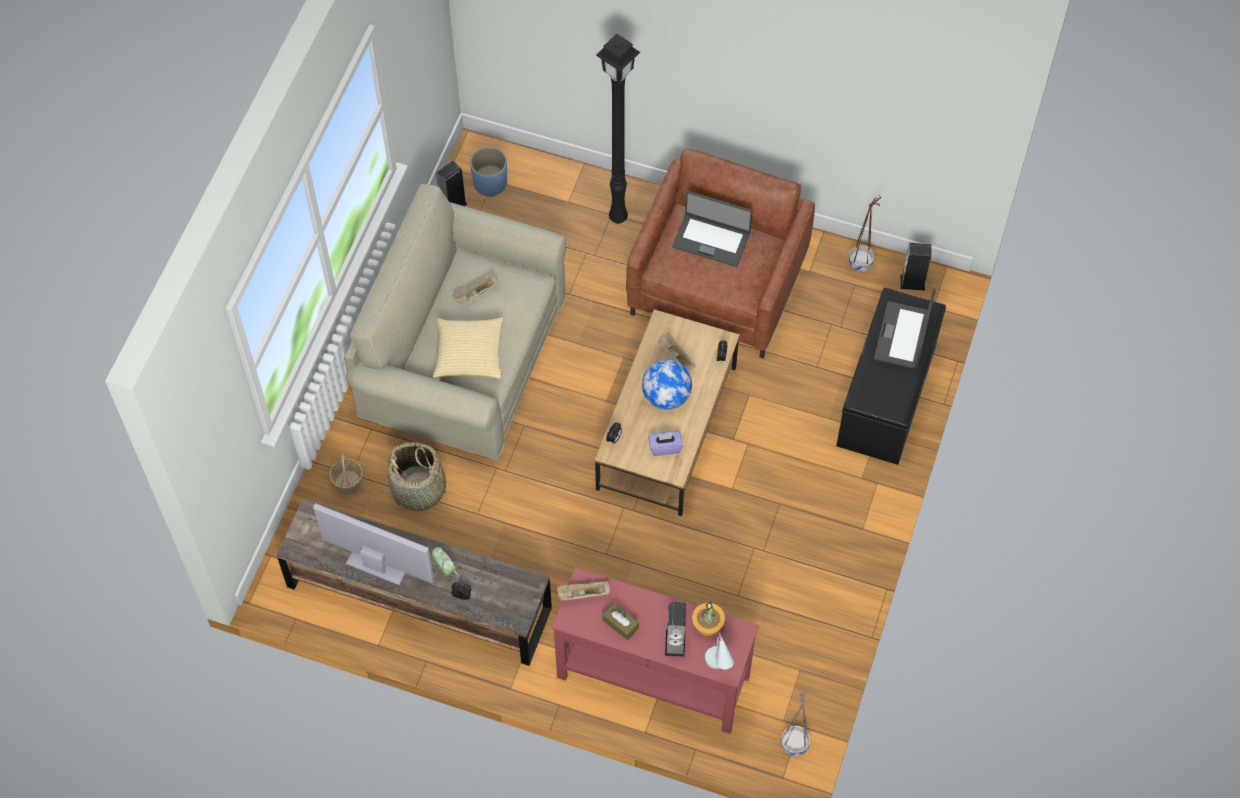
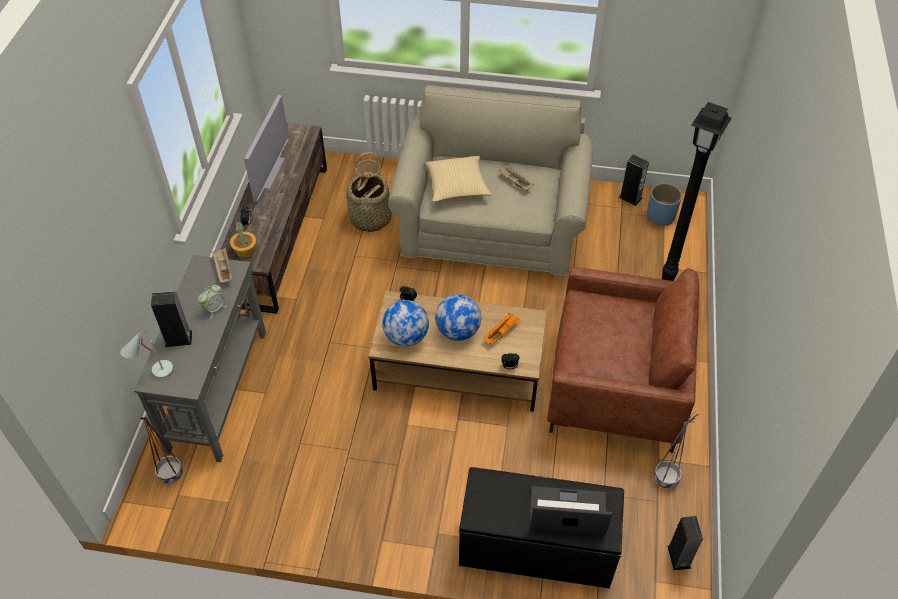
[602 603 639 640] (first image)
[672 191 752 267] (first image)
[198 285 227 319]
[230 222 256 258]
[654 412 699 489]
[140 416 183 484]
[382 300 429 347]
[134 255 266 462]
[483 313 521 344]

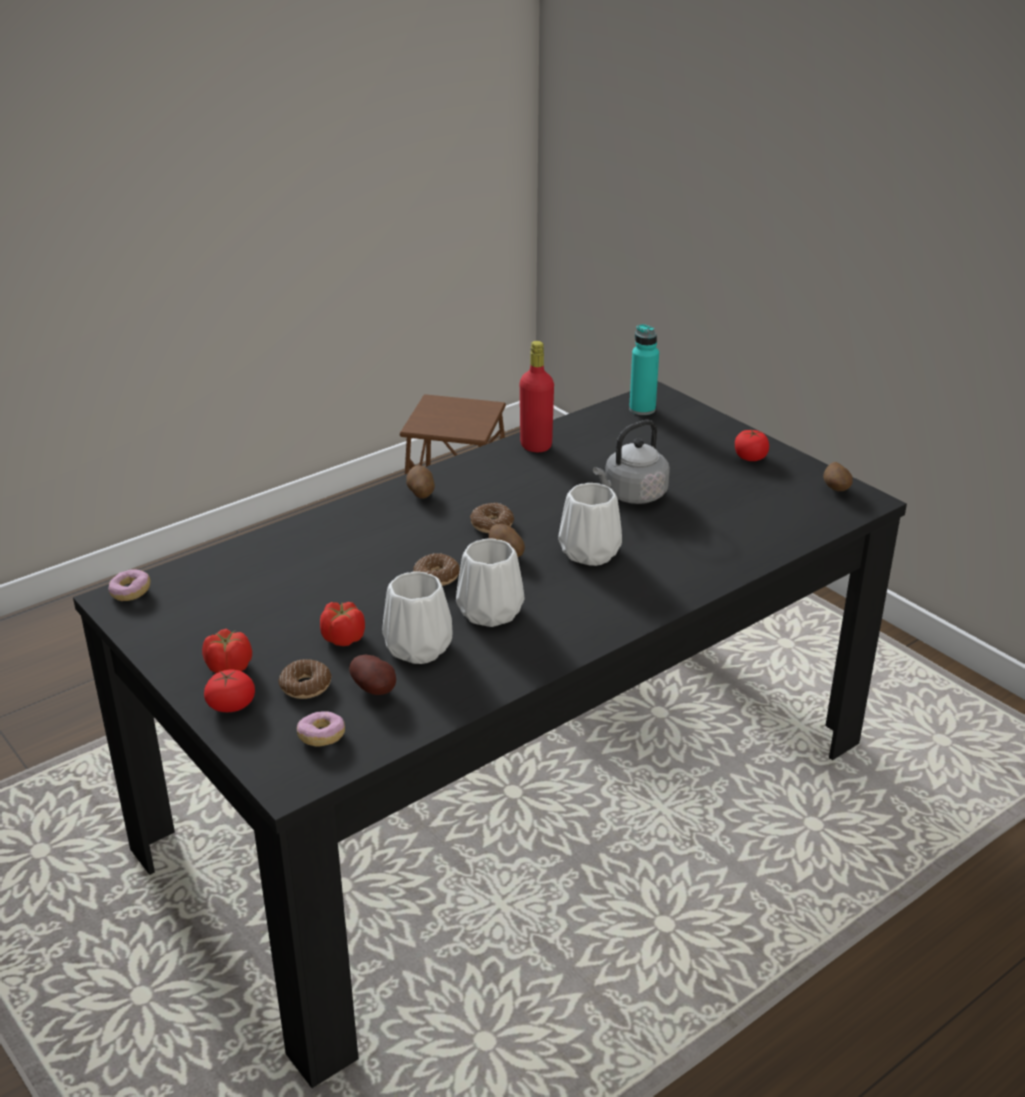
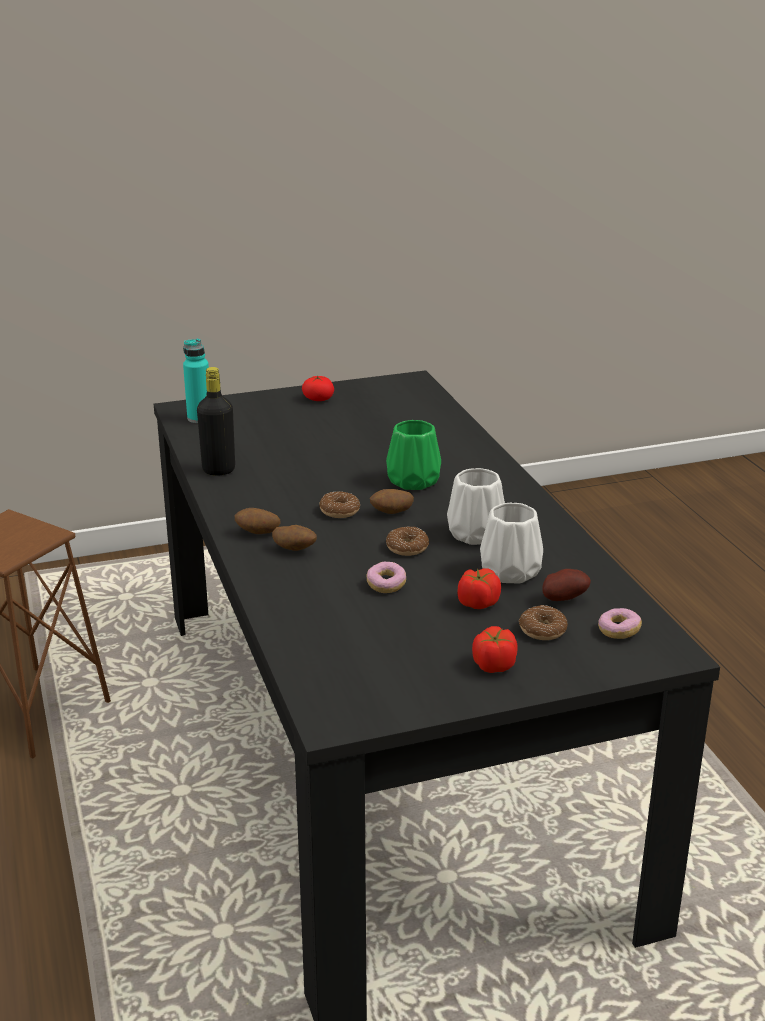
[204 669 255 712] (first image)
[593 420 670 504] (first image)
[367 562 406 593]
[272 525 317 551]
[197 367 235 476]
[386 420 441 490]

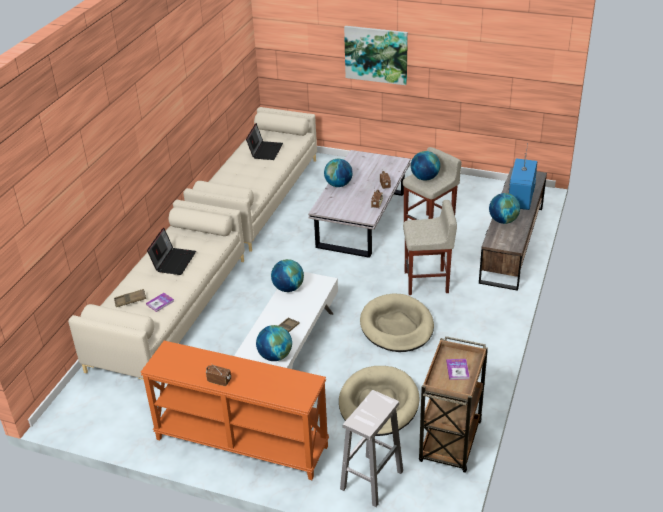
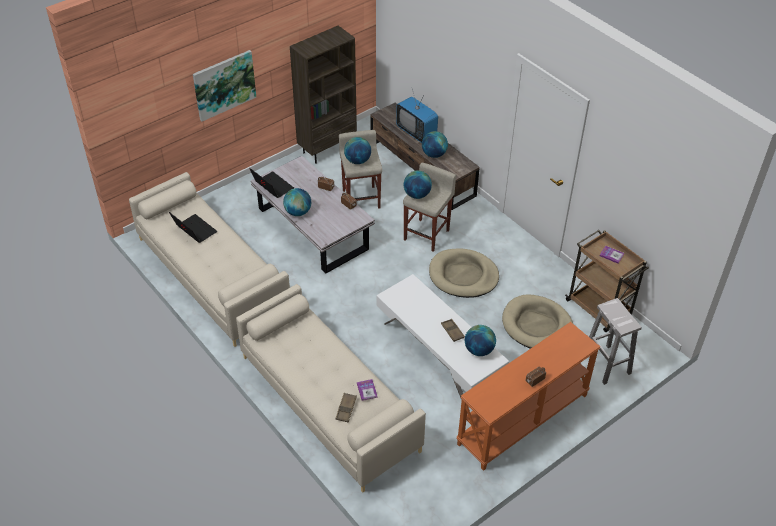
[290 26 357 164]
[249 168 294 198]
[404 170 432 199]

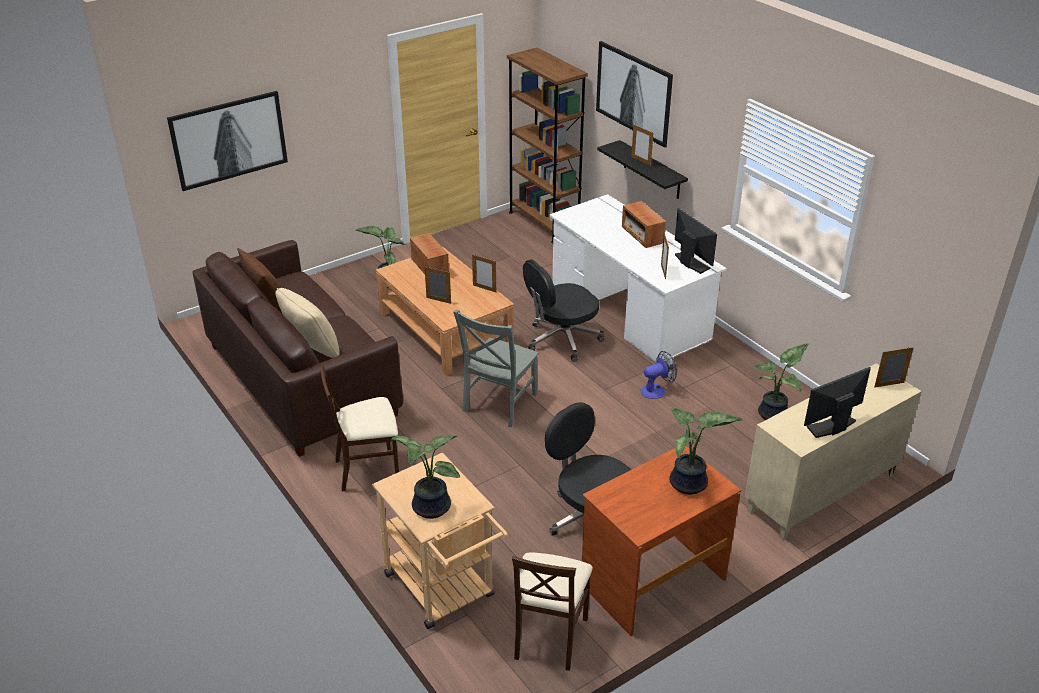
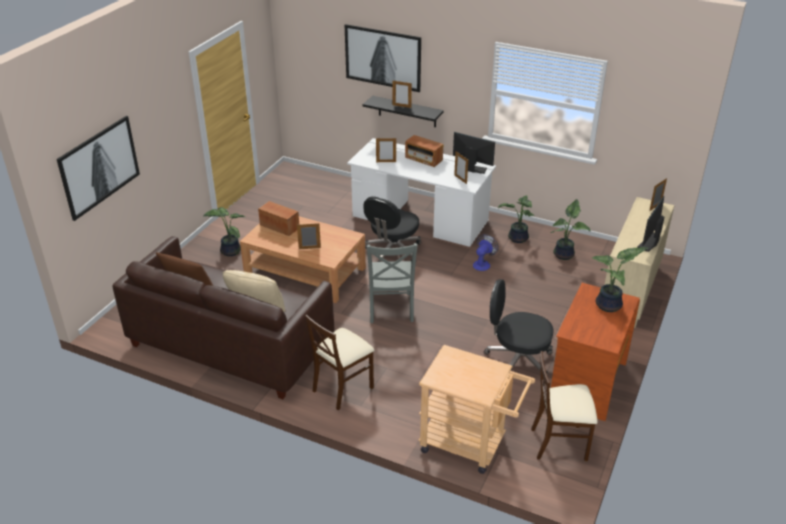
[507 48 588 244] (first image)
[498 195 534 243]
[376 138 396 162]
[531 351 598 462]

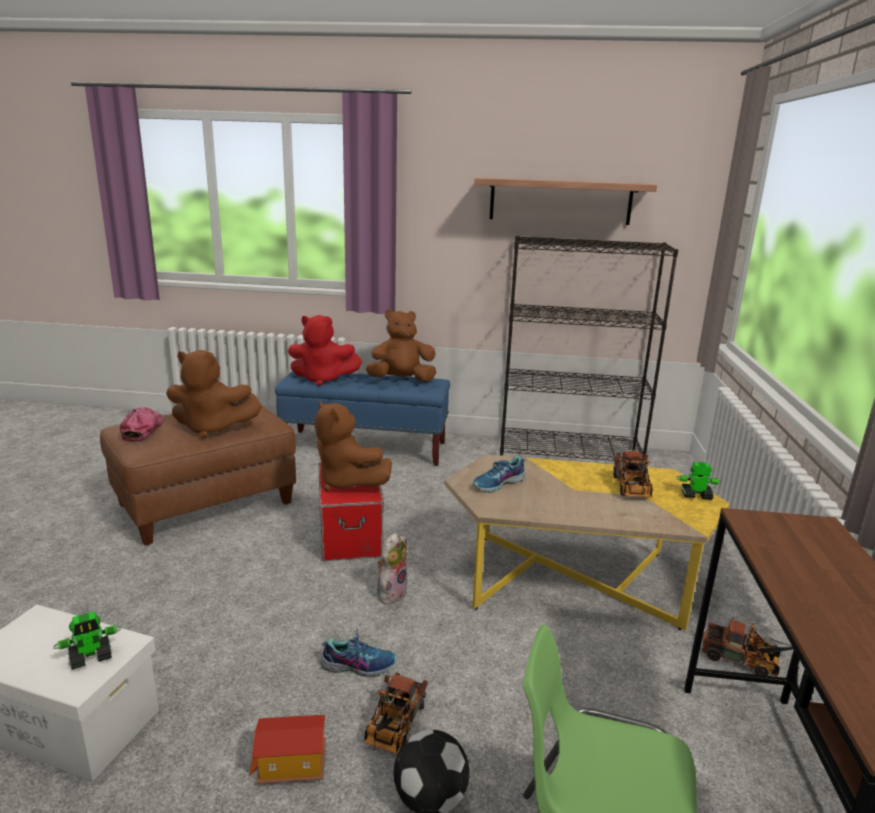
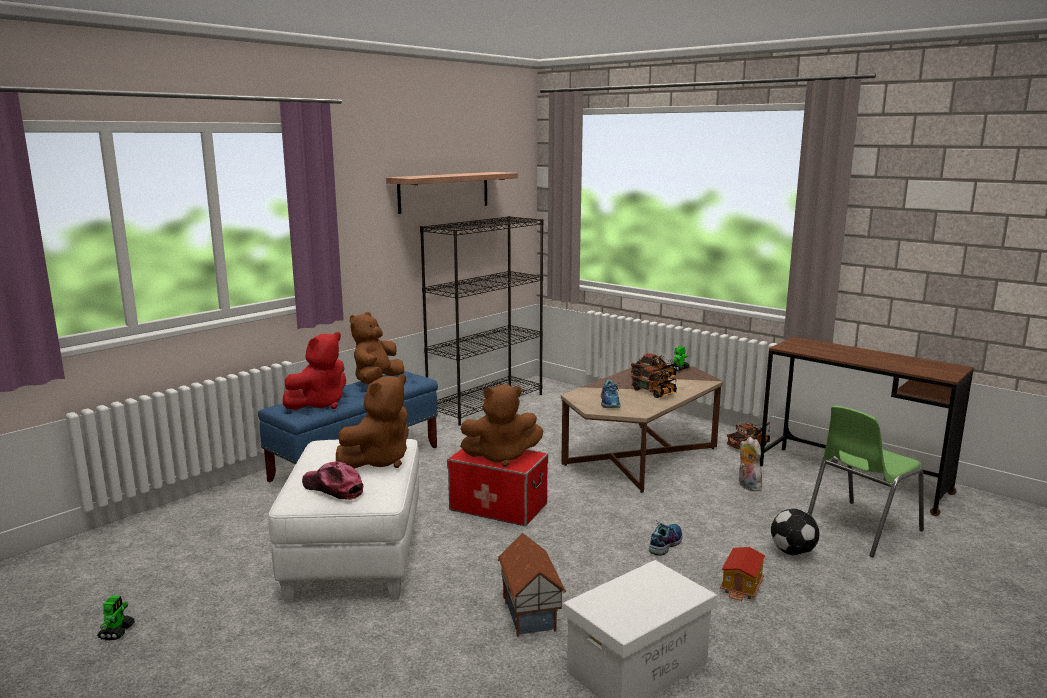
[497 533 566 637]
[97 596 135 640]
[632 366 677 398]
[739 437 762 491]
[269 439 419 603]
[561 366 723 493]

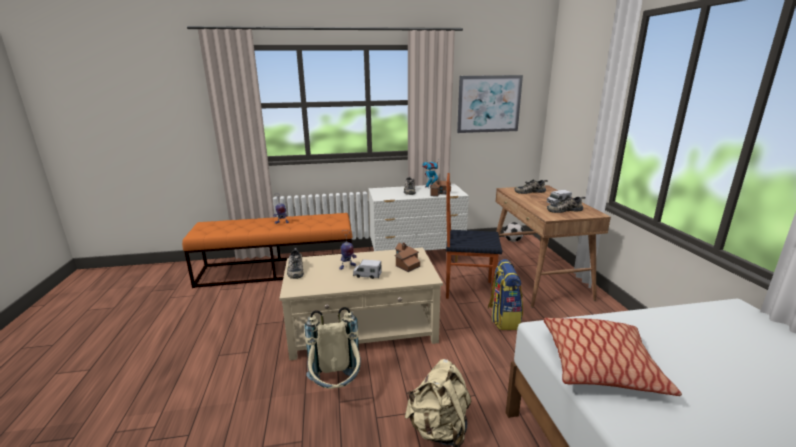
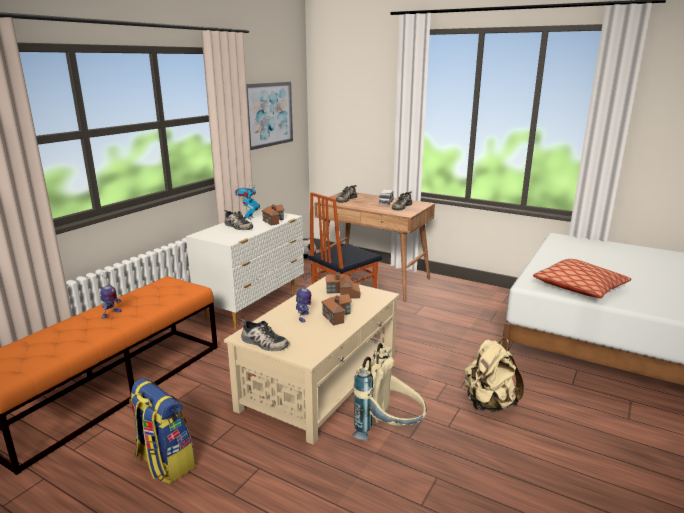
[129 378 195 484]
[321 294 352 325]

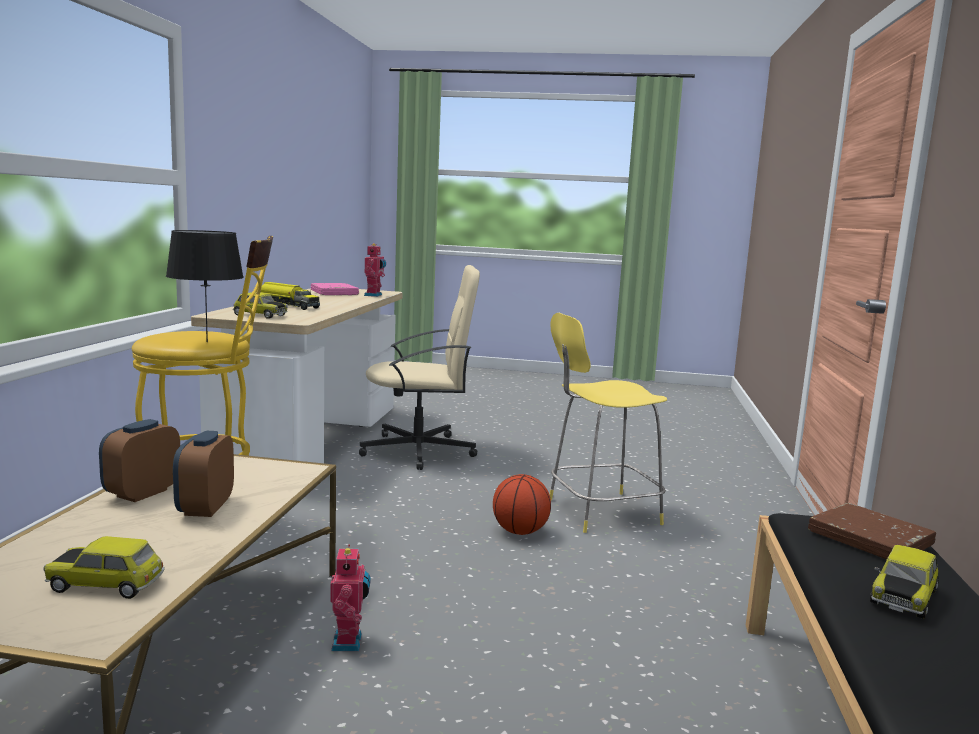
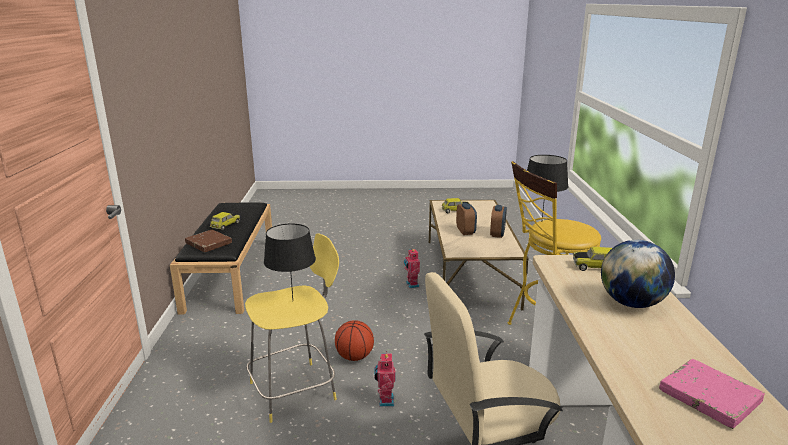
[264 224 316 299]
[374 351 395 407]
[601 240 675 308]

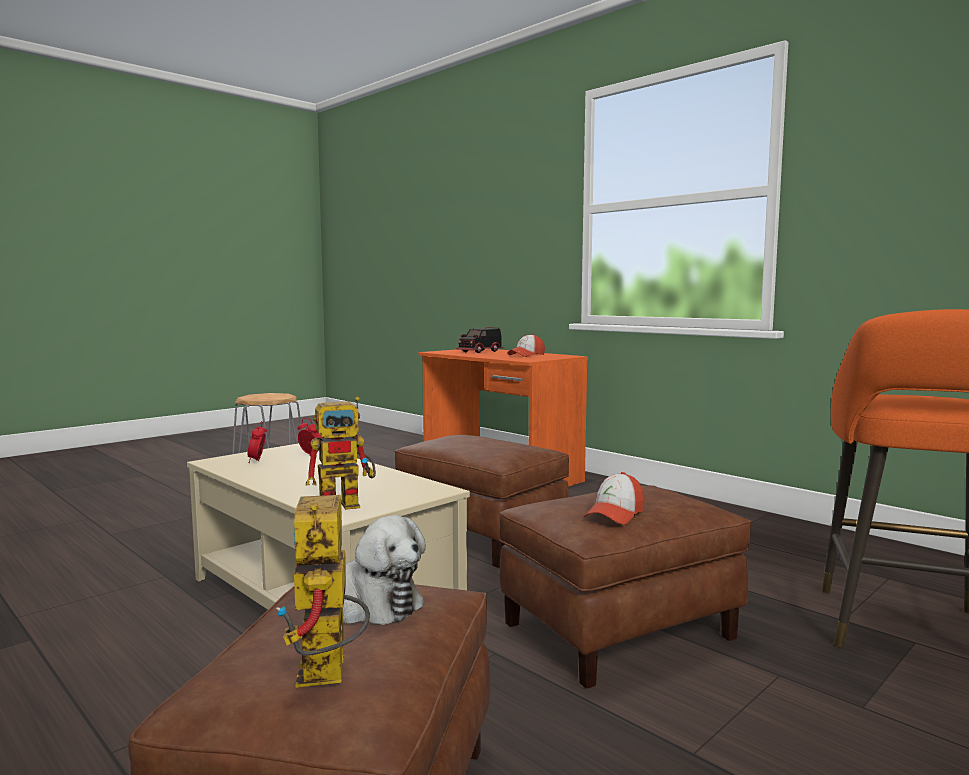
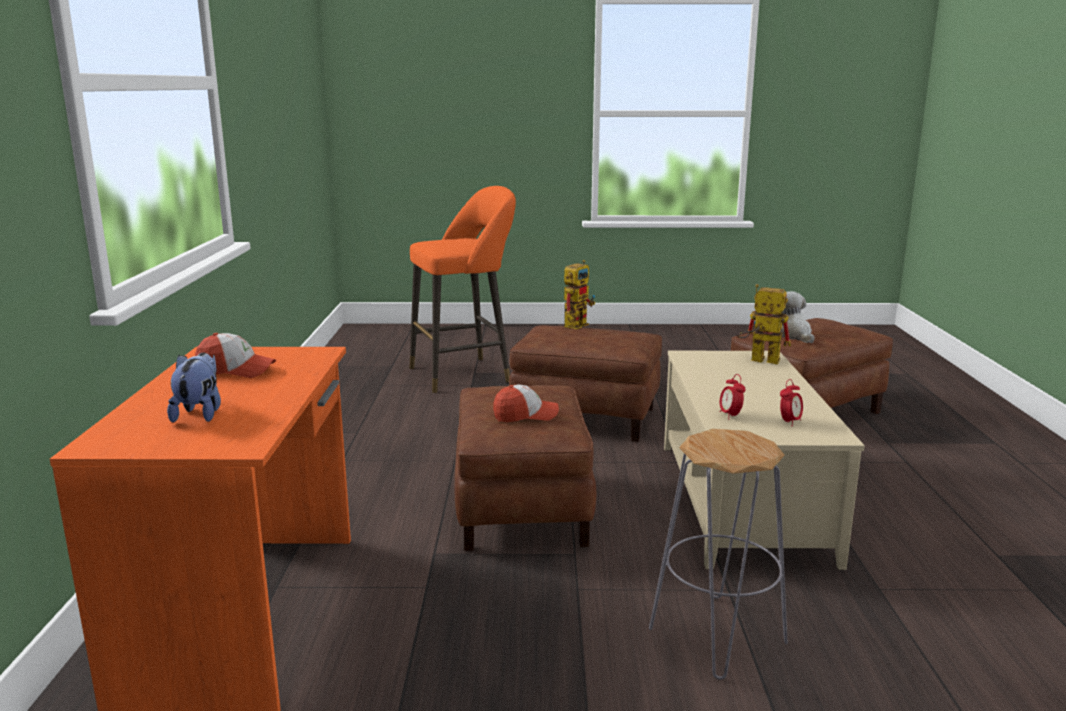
[564 260 595 329]
[493 384 559 422]
[167 352 221 423]

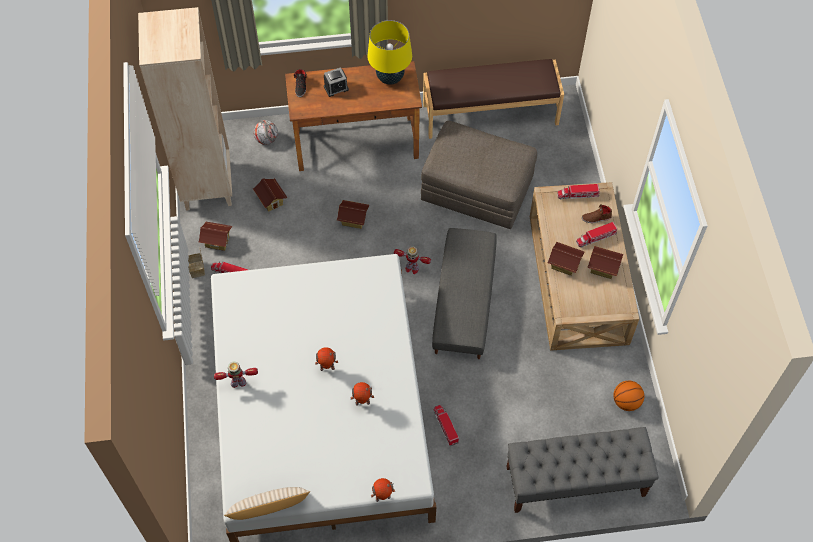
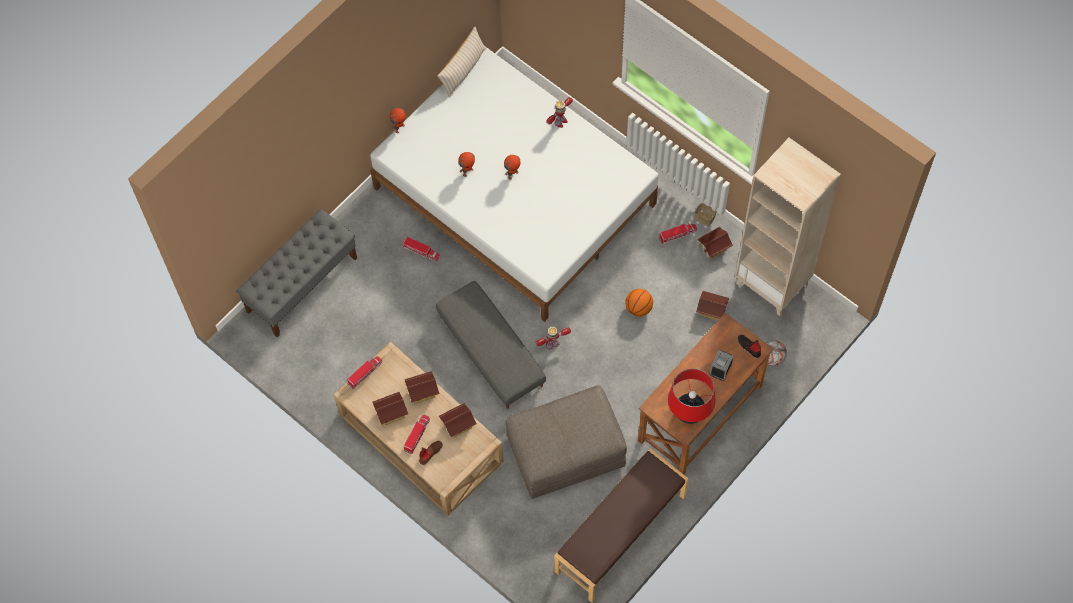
[439 403 477 438]
[347 356 382 389]
[626 289 653 316]
[668 368 715 424]

